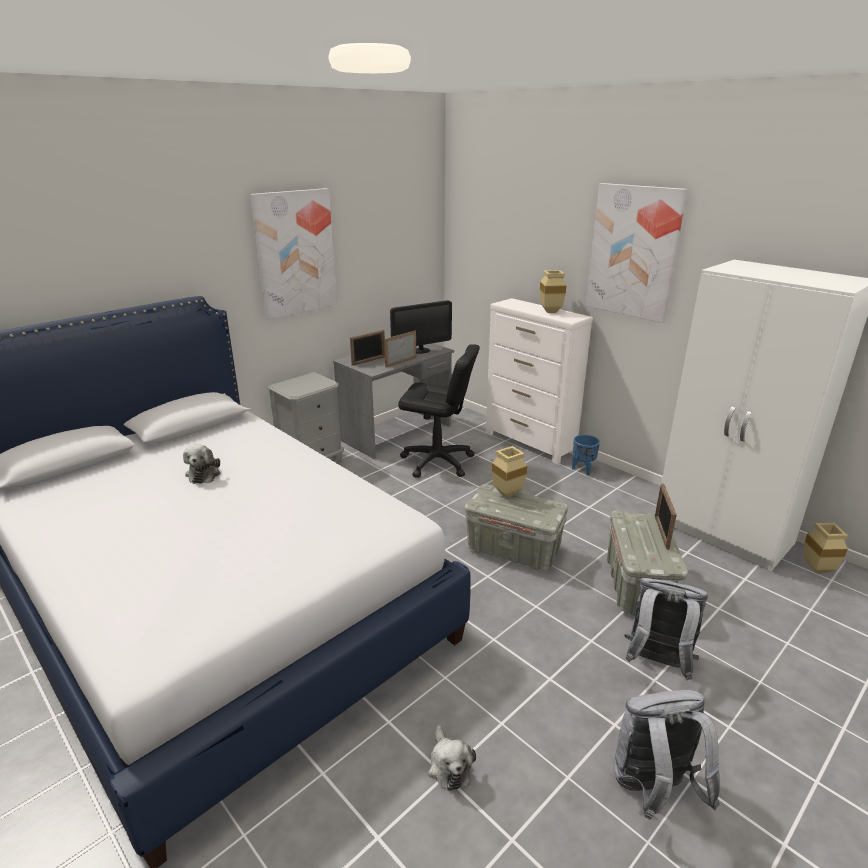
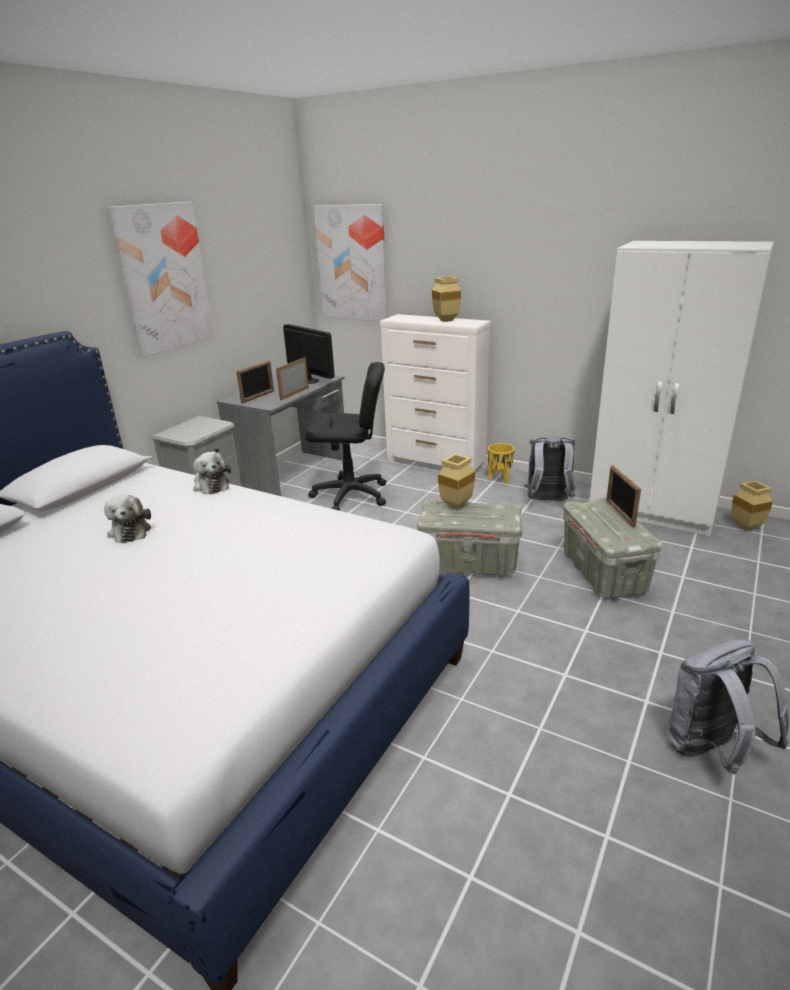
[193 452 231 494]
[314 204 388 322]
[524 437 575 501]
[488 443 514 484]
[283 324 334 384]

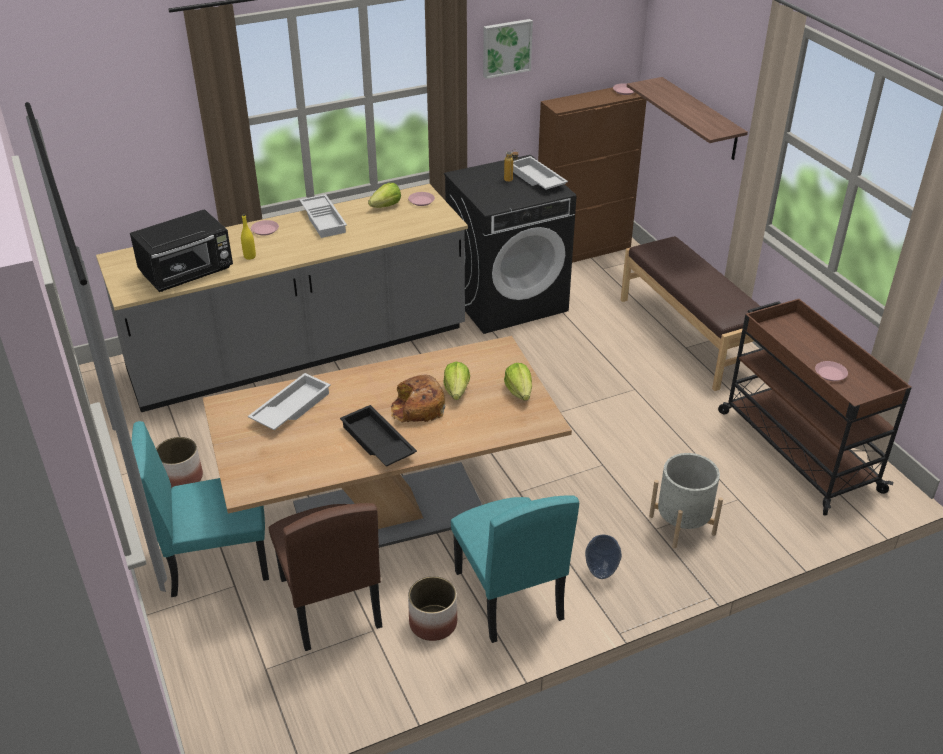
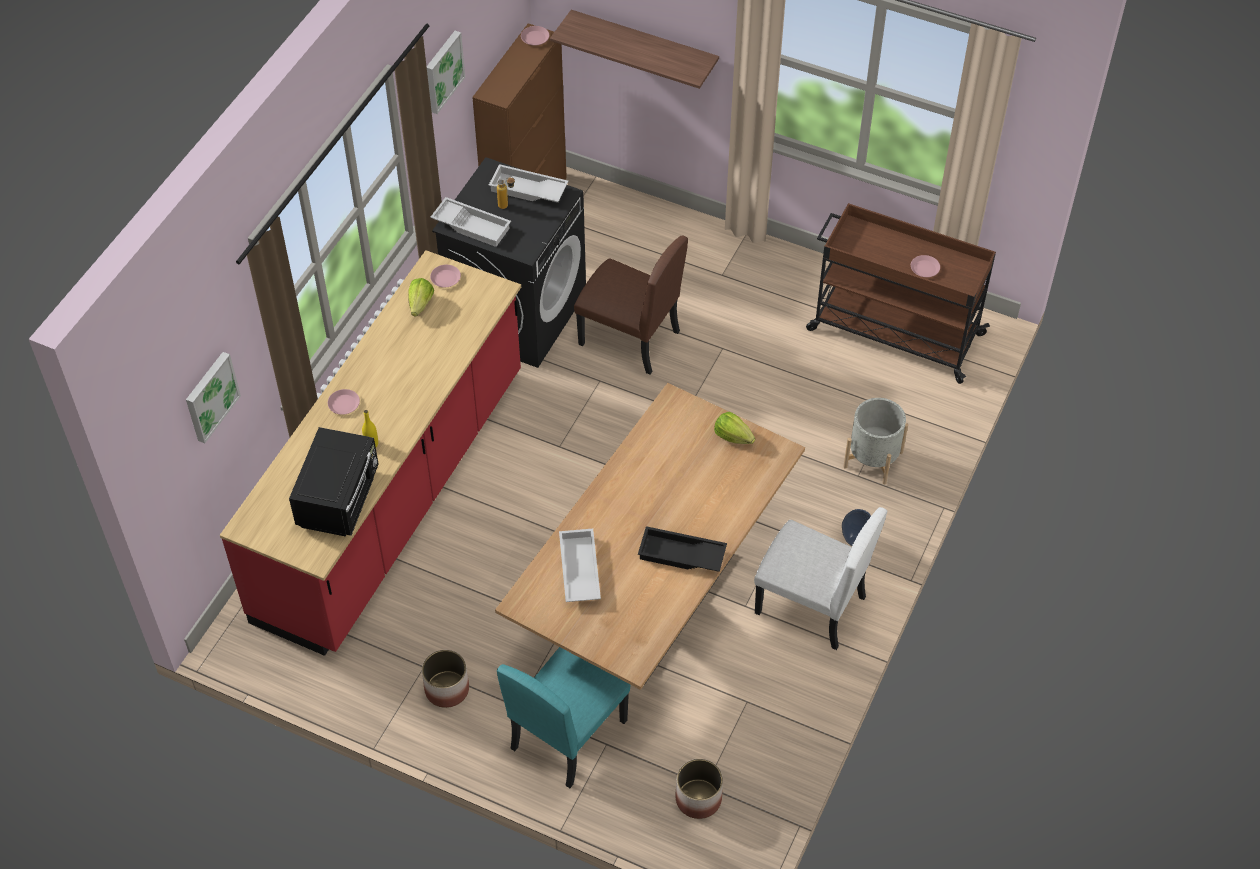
[391 374 445 423] (first image)
[444 362 470 400] (first image)
[621 236 760 391] (first image)
[186 352 241 443]
[574 236 688 375]
[430 197 511 247]
[675 759 723 819]
[220 250 521 656]
[754 507 887 650]

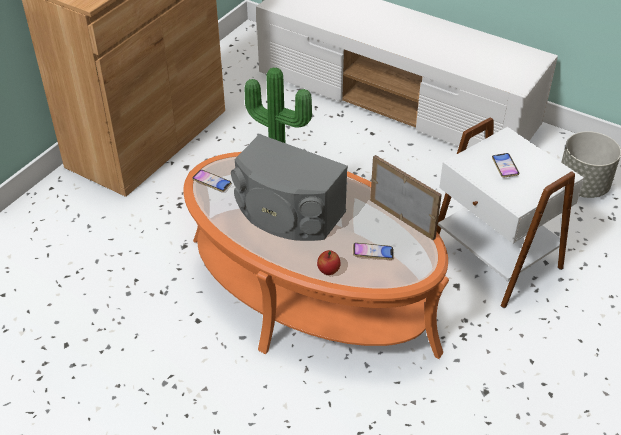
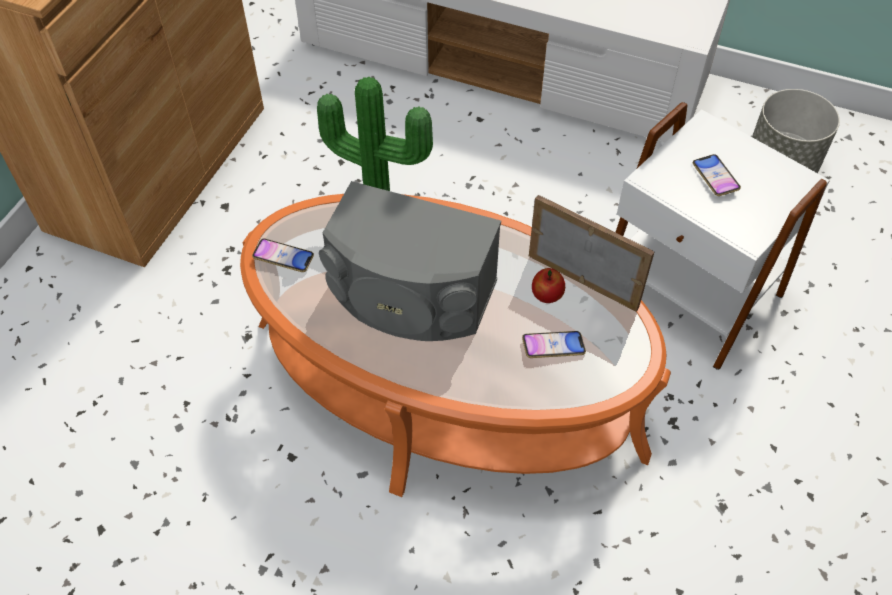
[532 268 565 303]

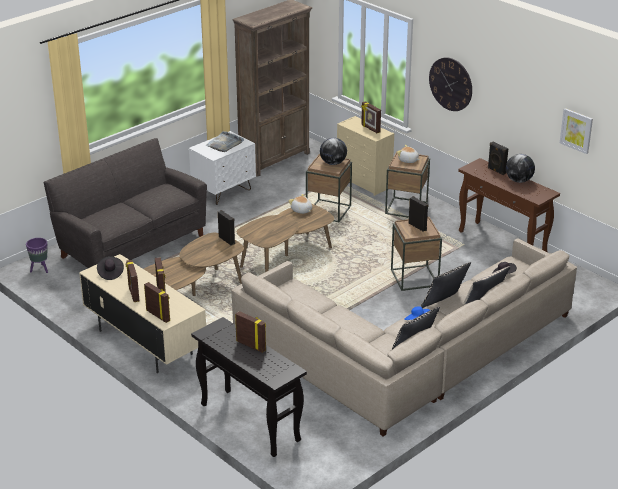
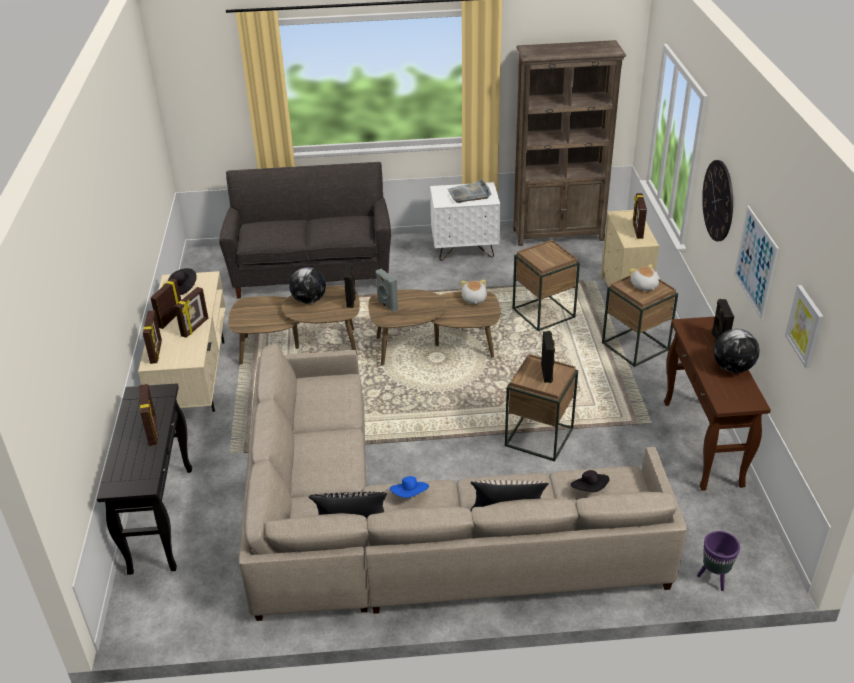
[421 262 471 308] (first image)
[376 269 398 312]
[734 206 779 320]
[697 531 740 591]
[289 267 326 304]

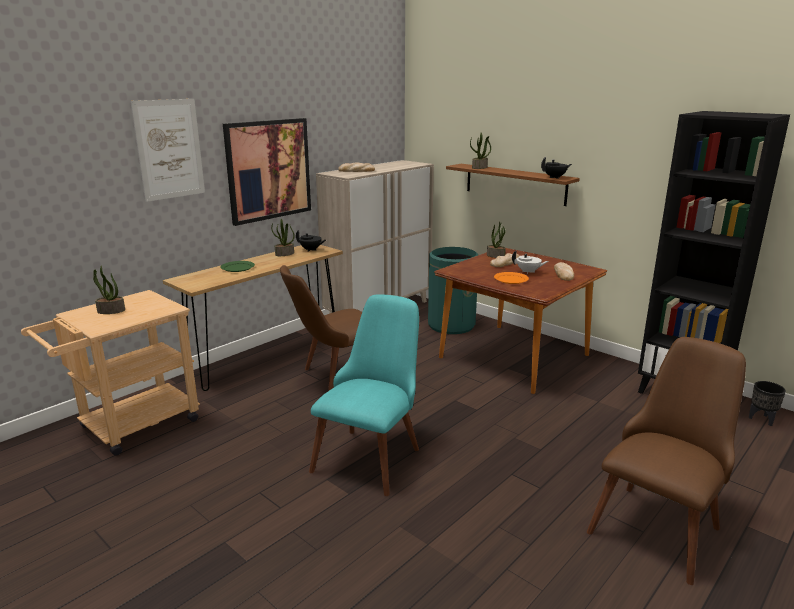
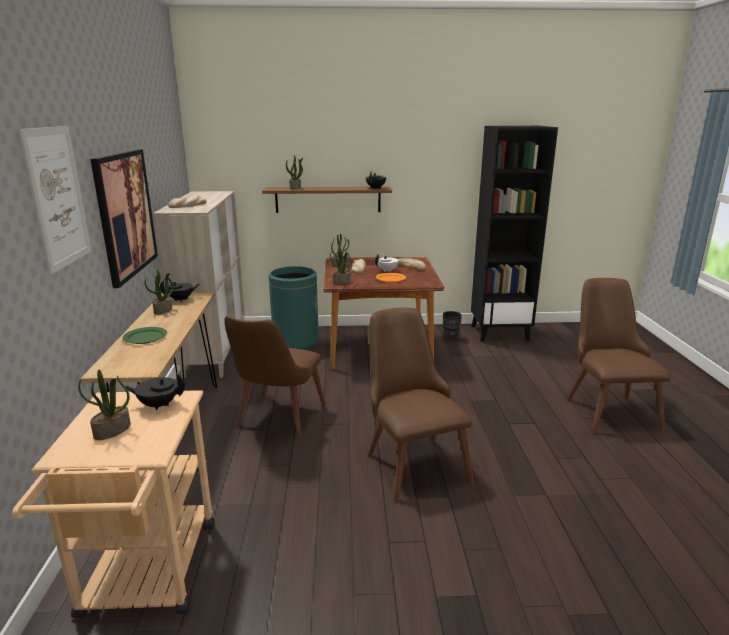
[125 373 185 410]
[330 247 353 284]
[443 311 462 340]
[368 307 473 502]

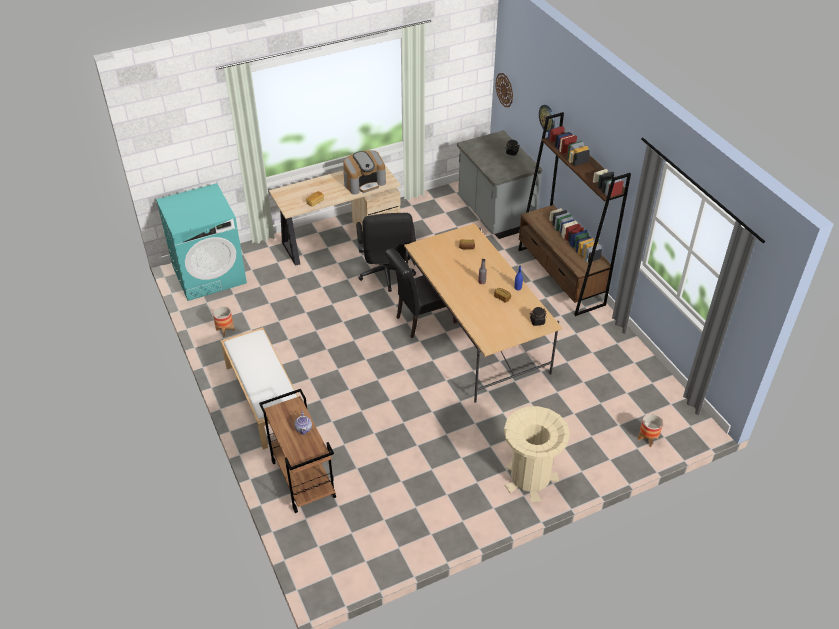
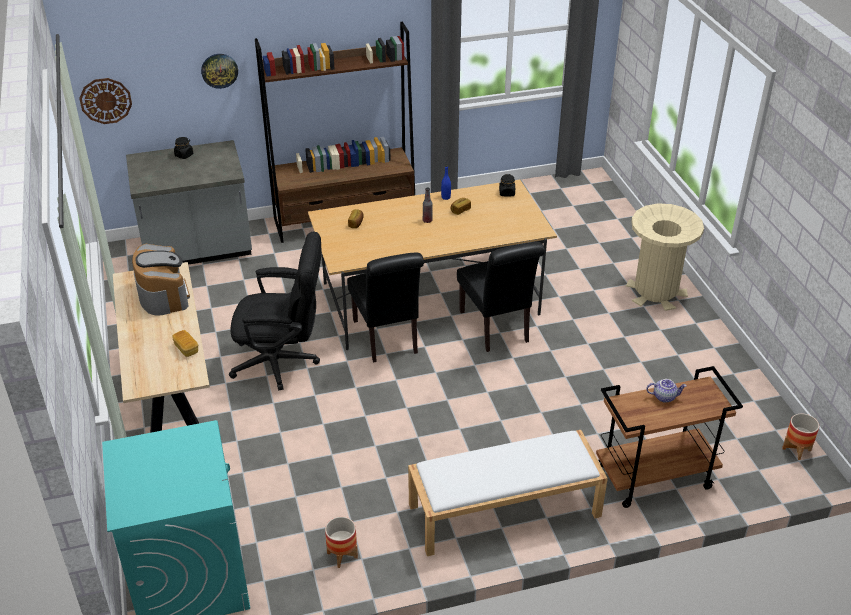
[457 242 545 352]
[782 413 819 460]

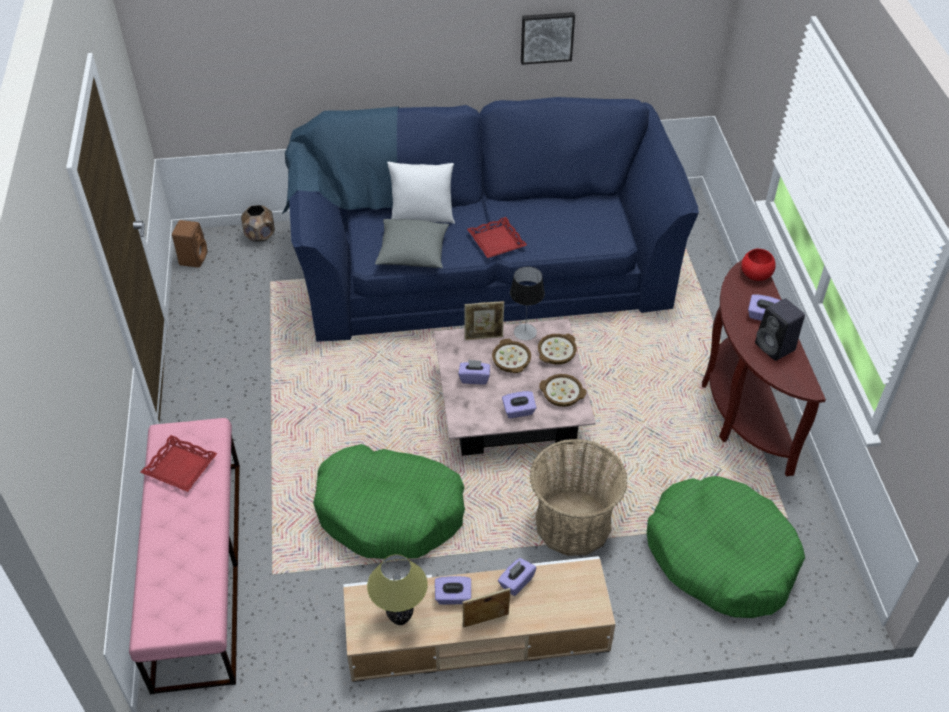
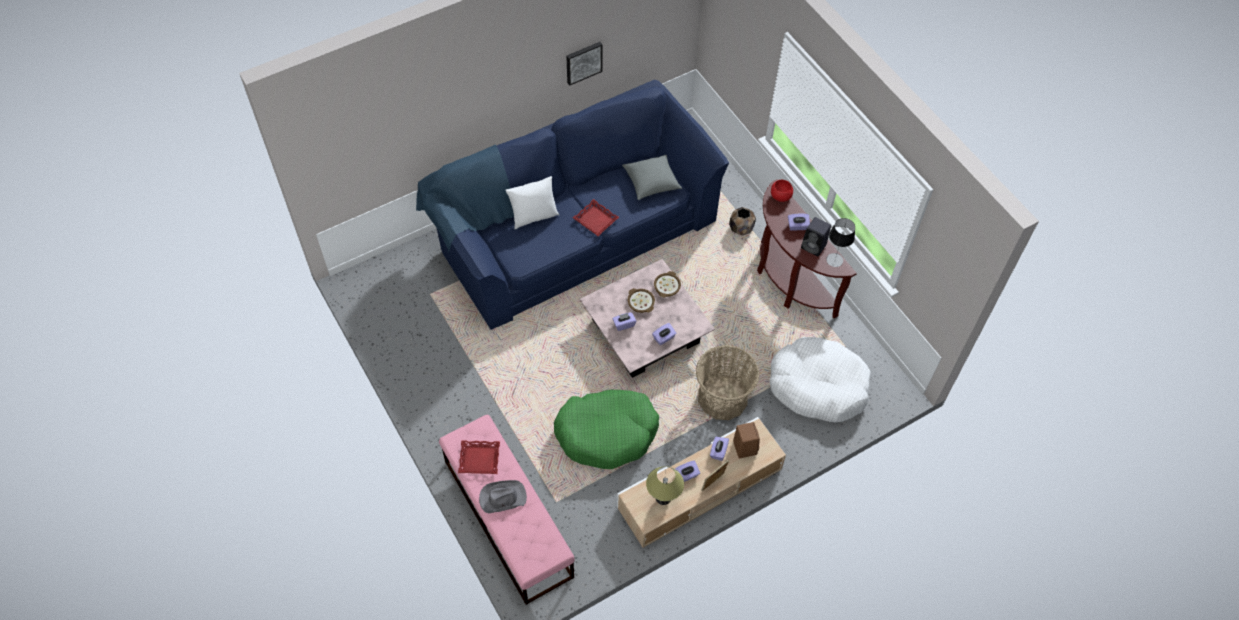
[464 301 504 340] (first image)
[539 374 586 407] (first image)
[479 480 527 513]
[733 422 760 458]
[729 207 756 236]
[622 155 682 200]
[826 218 855 267]
[769 337 871 422]

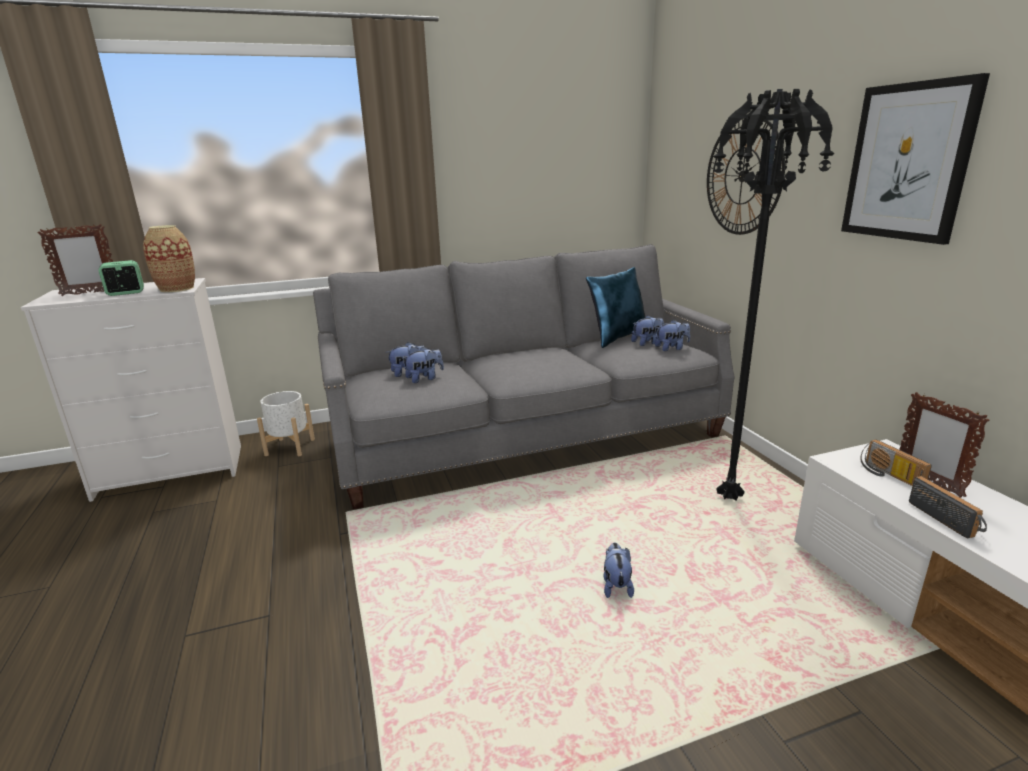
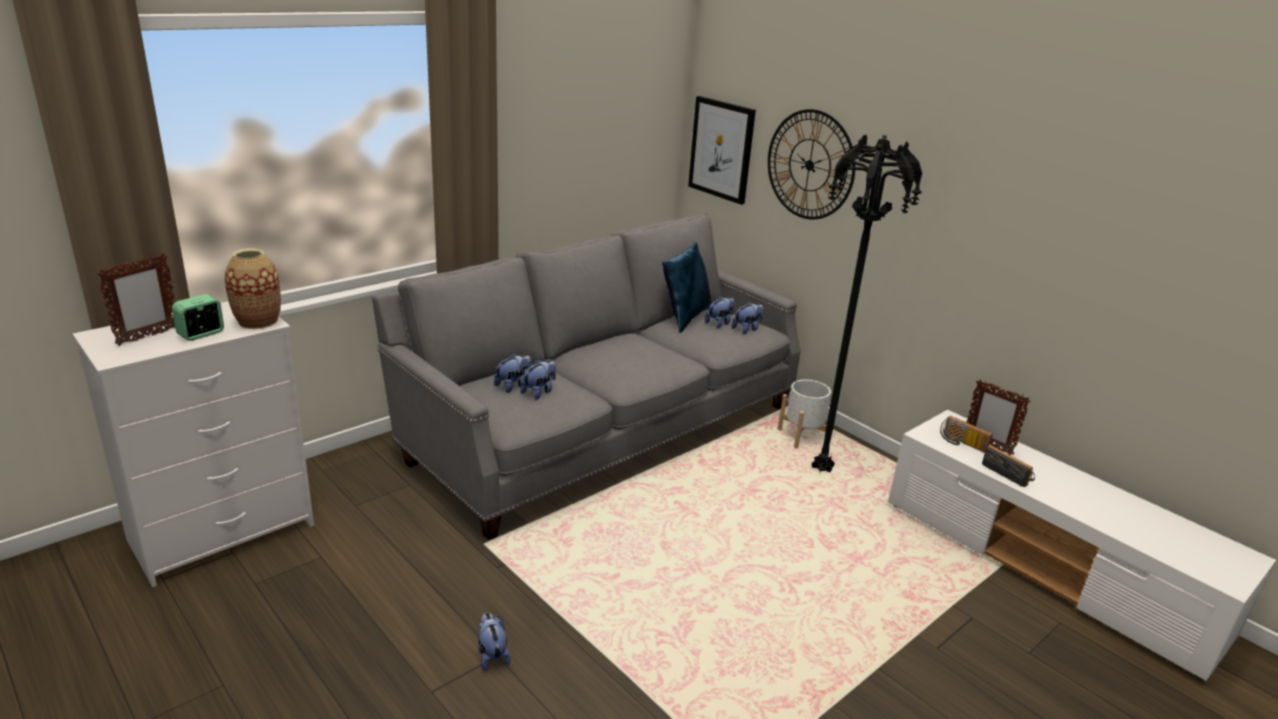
[778 379 831 448]
[478 612 511 671]
[688 96 756 205]

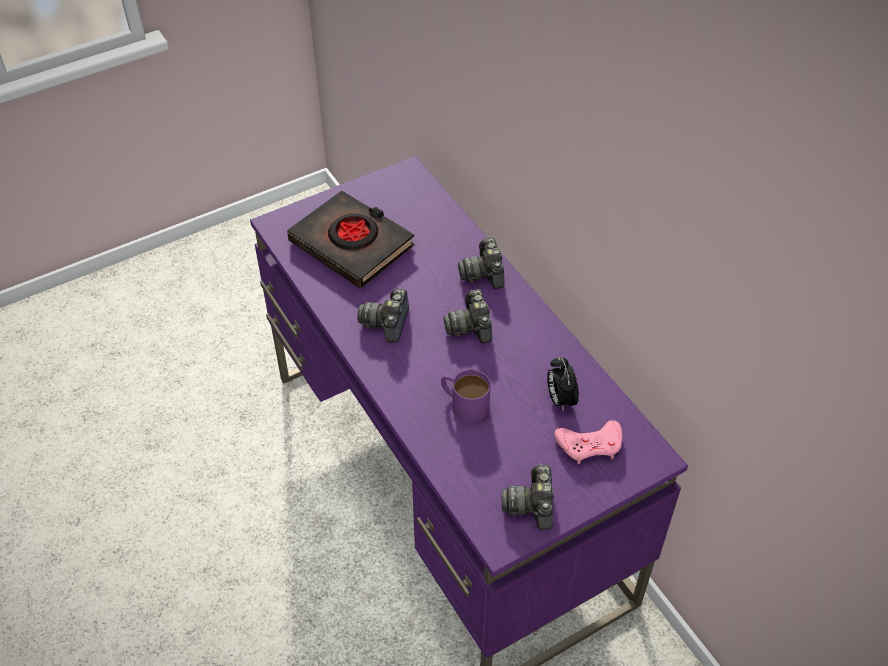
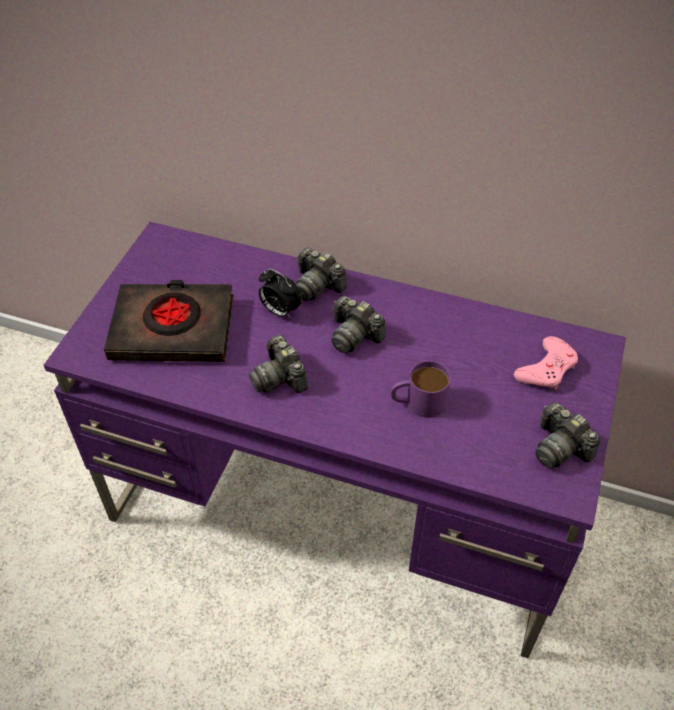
[259 268 302 319]

